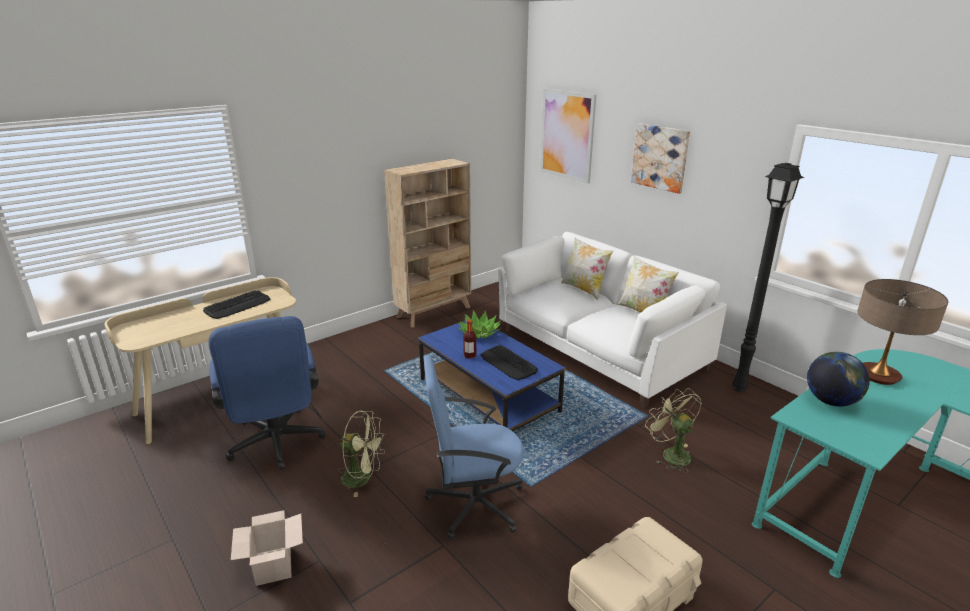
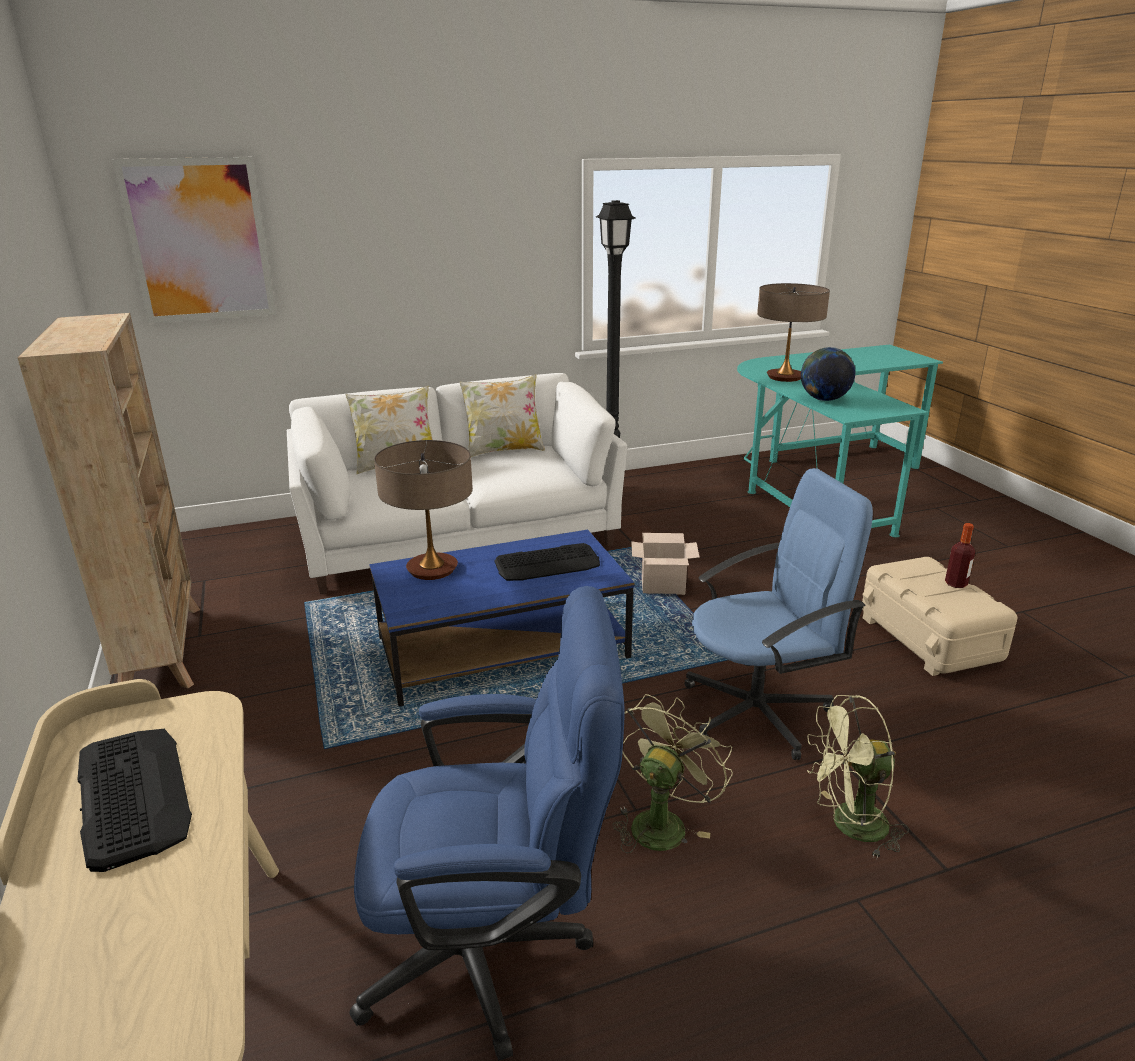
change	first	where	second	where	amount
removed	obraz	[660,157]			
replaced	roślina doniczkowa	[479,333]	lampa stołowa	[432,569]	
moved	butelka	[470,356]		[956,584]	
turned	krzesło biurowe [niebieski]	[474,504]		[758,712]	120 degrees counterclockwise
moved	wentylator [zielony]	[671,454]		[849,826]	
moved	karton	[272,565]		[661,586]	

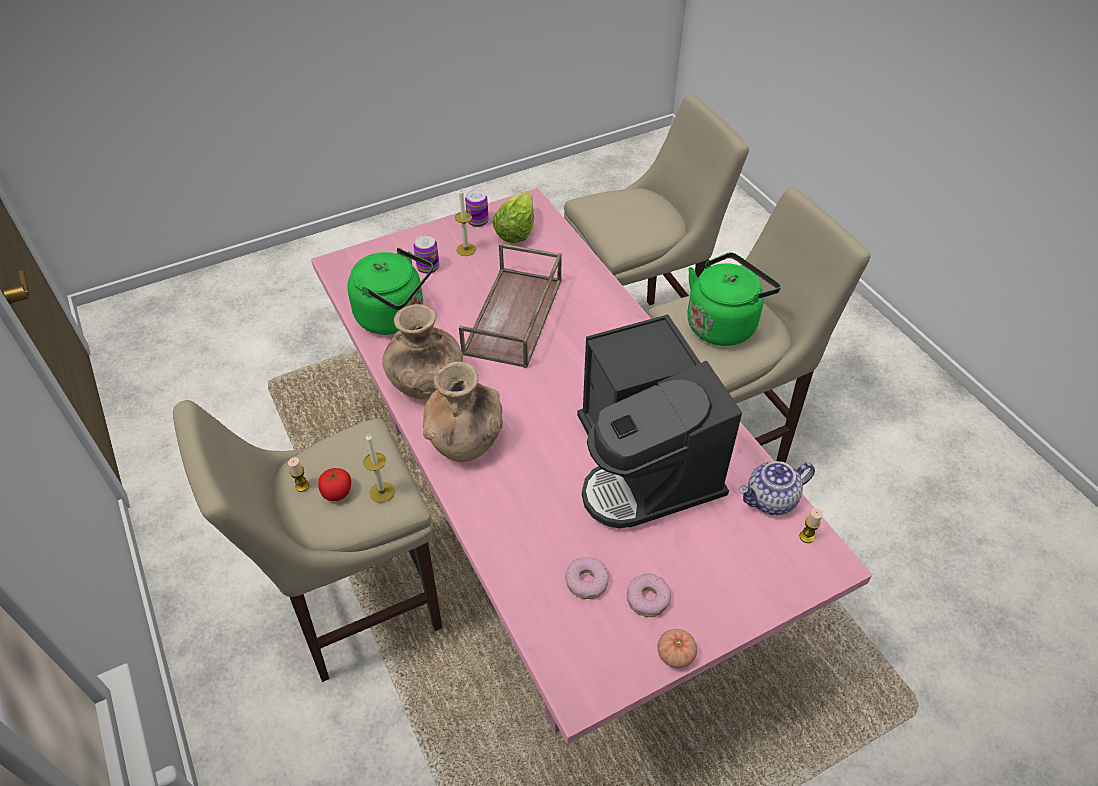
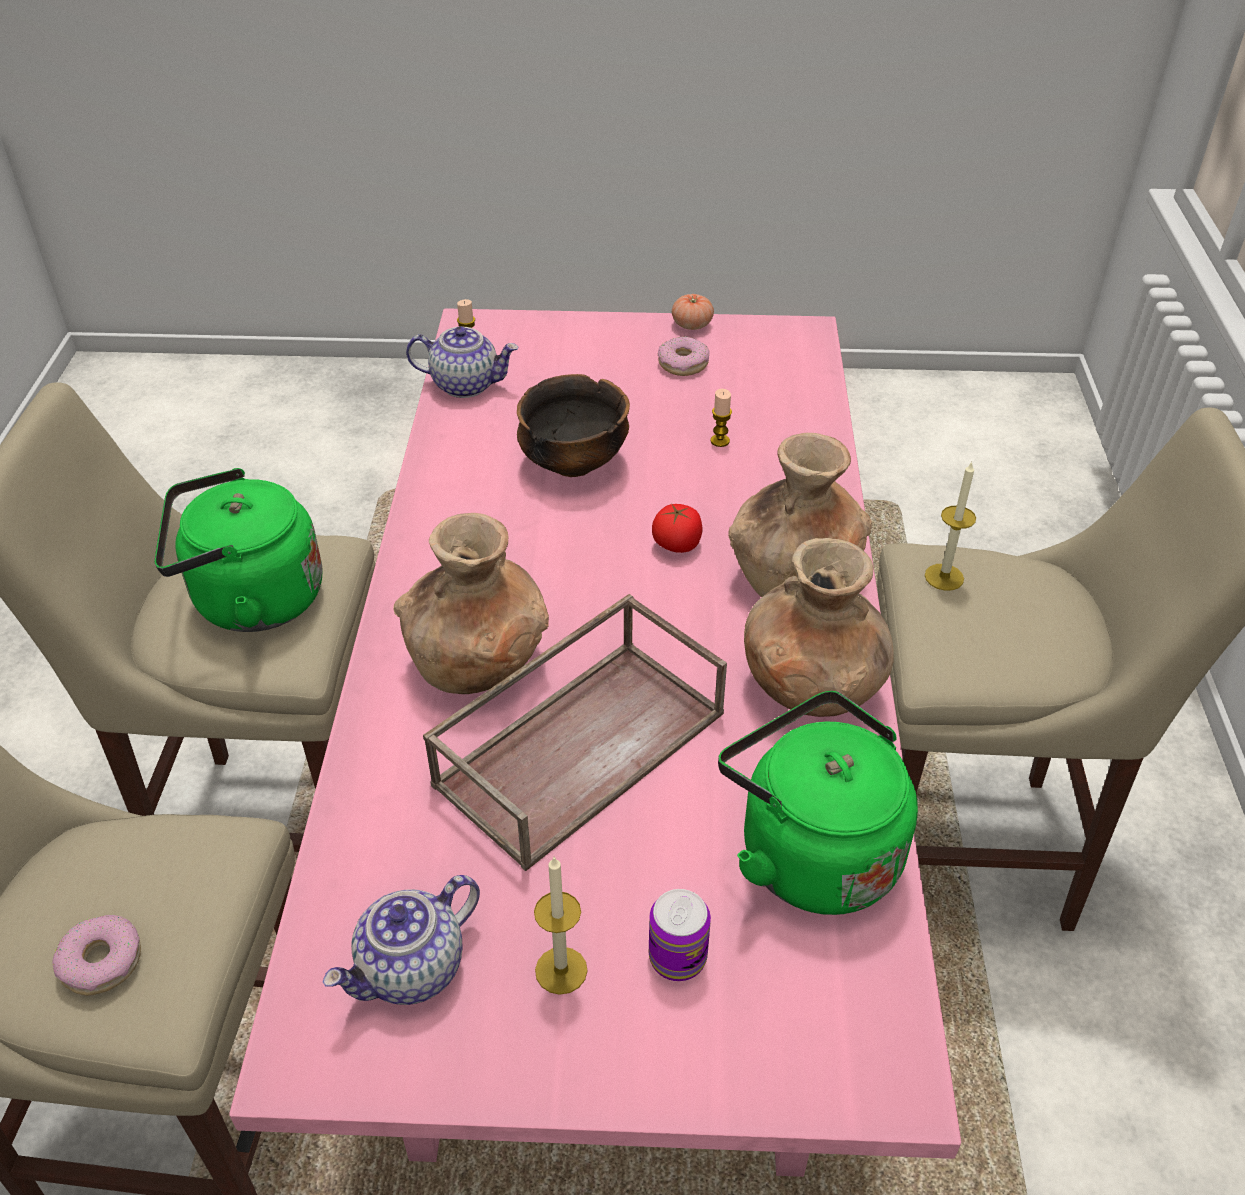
change	first	where	second	where	amount
removed	puszka	[477,221]			
replaced	sałata	[515,232]	imbryk	[412,970]	
replaced	ekspres do kawy	[644,465]	miska	[573,463]	
moved	świeca	[302,486]		[720,441]	
moved	pomidor	[337,492]		[677,544]	
moved	donut	[587,581]		[101,961]	
added			wazon [brązowy]	[479,662]	

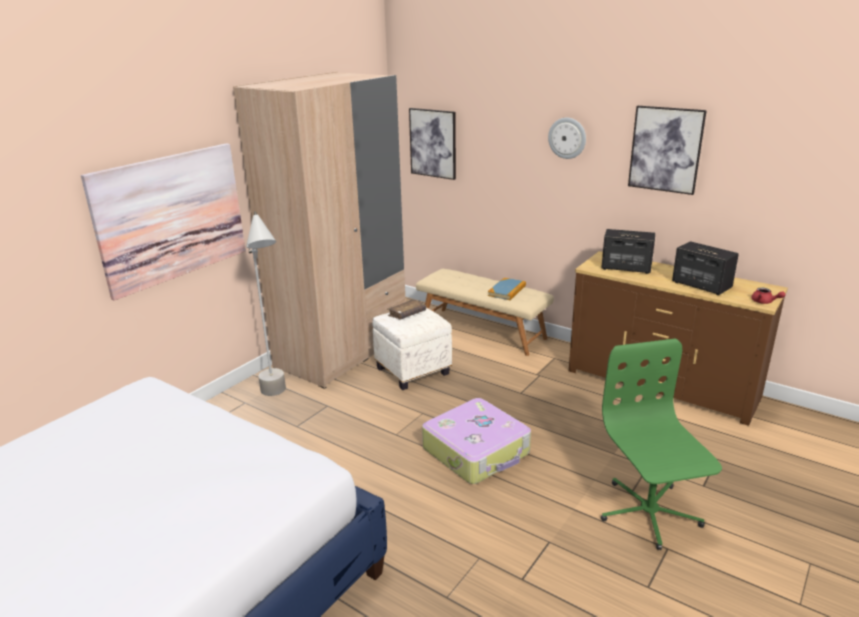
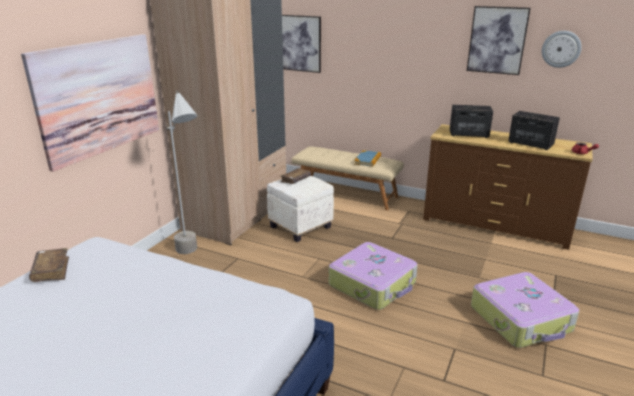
change	first	where	second	where	amount
moved	zegar ścienny	[567,138]		[561,49]	
replaced	krzesło biurowe [zielony]	[648,513]	walizka	[521,319]	
added			książka [brązowy]	[51,270]	

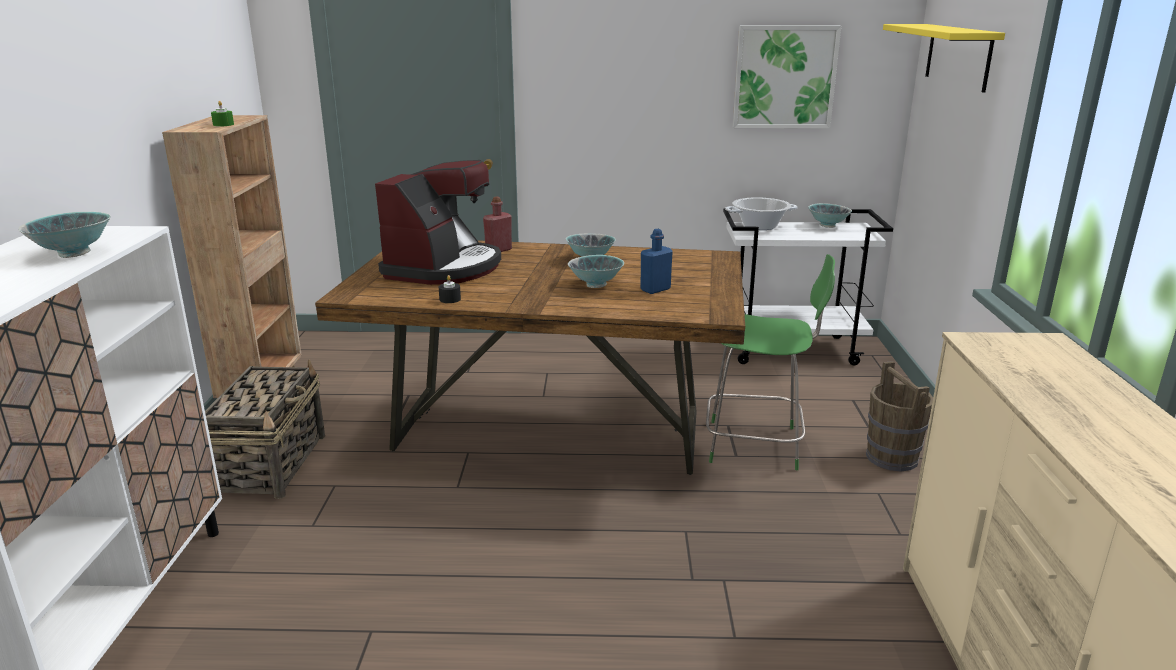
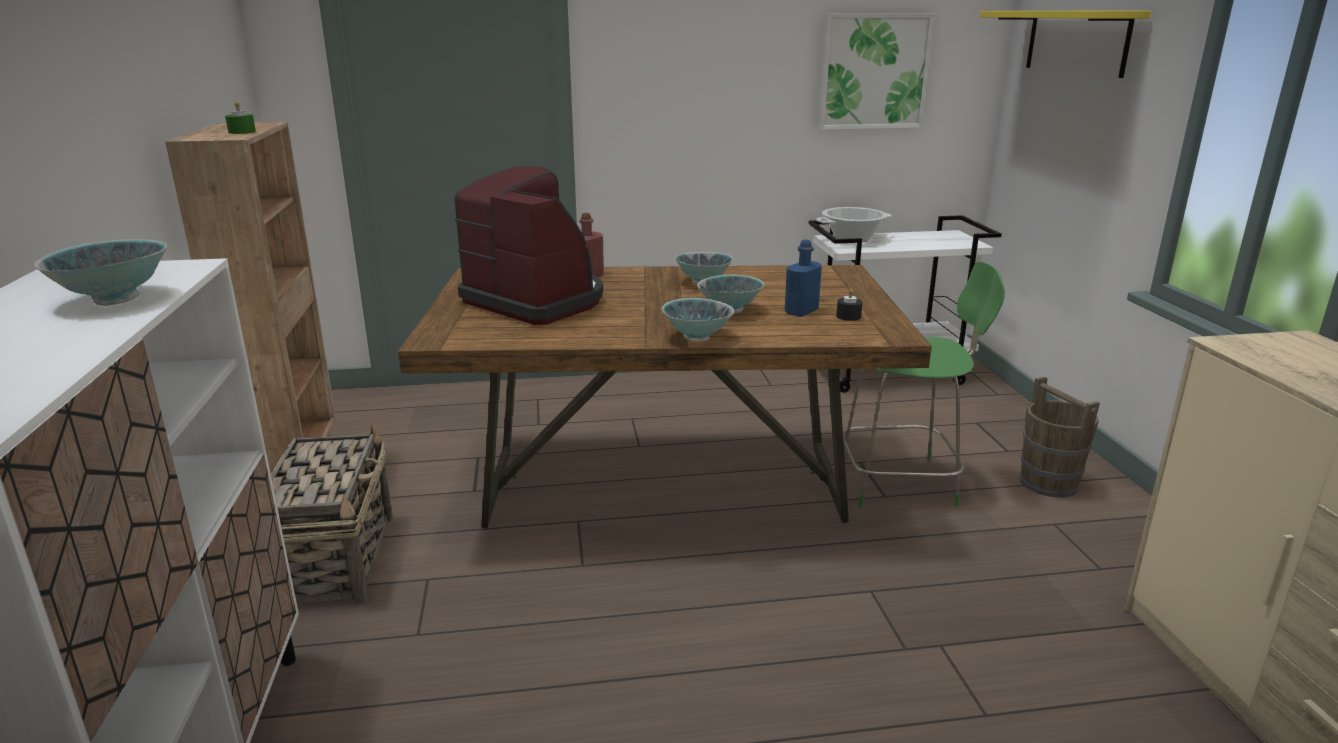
change	first	where	second	where	amount
turned	ekspres do kawy	[444,268]		[536,301]	60 degrees counterclockwise
moved	miska	[827,226]		[696,338]	
moved	świeca [czarny]	[450,299]		[848,316]	

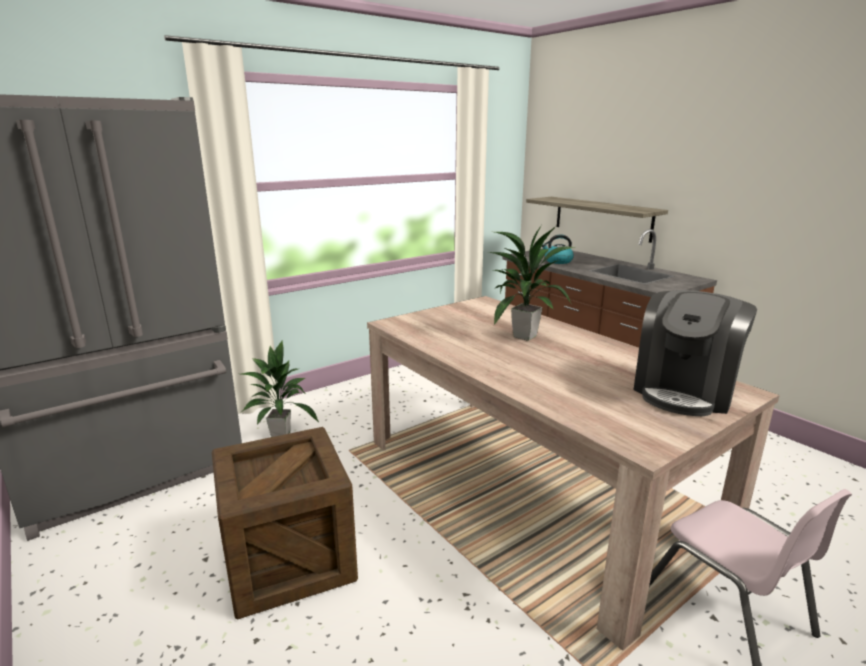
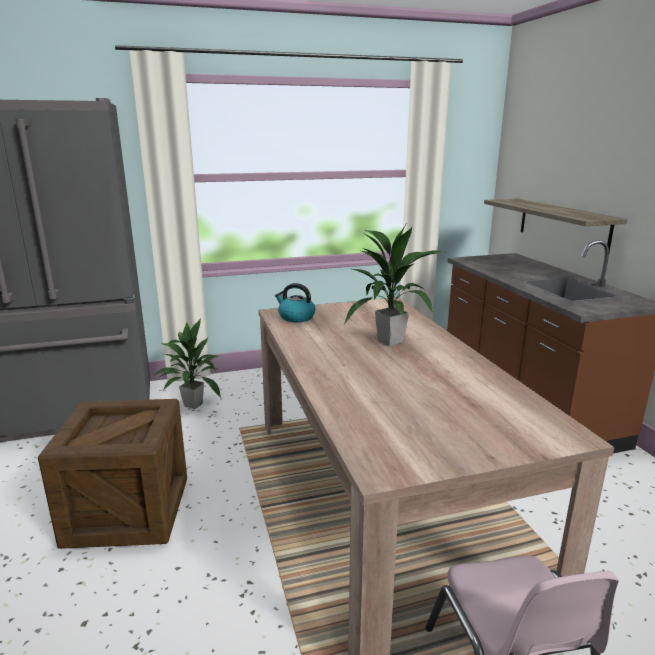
change	first	where	second	where	amount
moved	czajnik	[557,261]		[296,317]	
removed	ekspres do kawy	[684,391]			

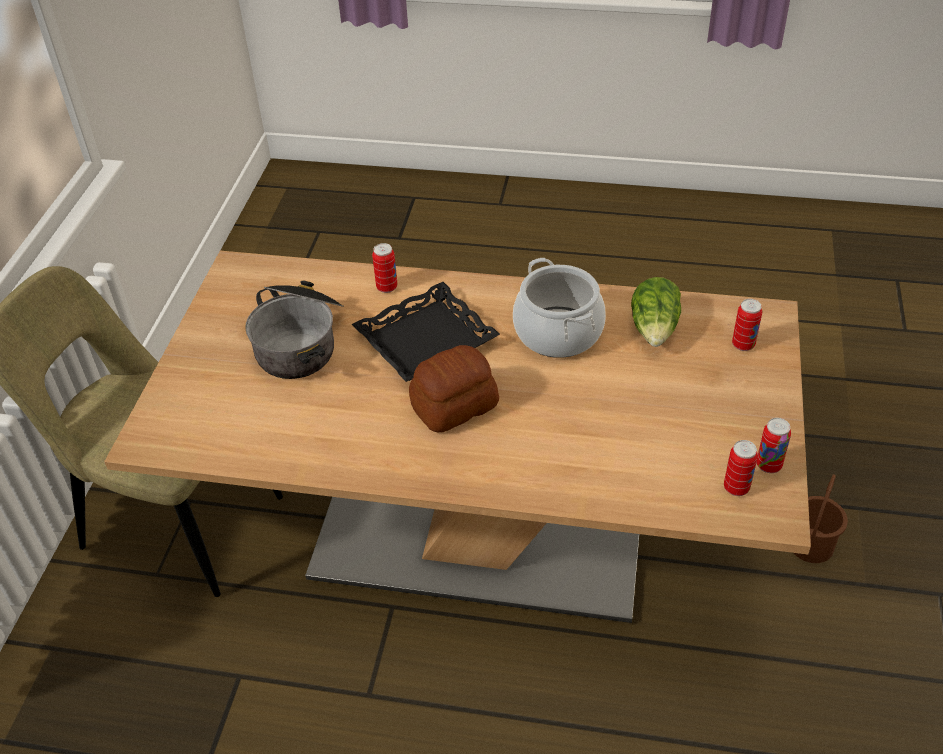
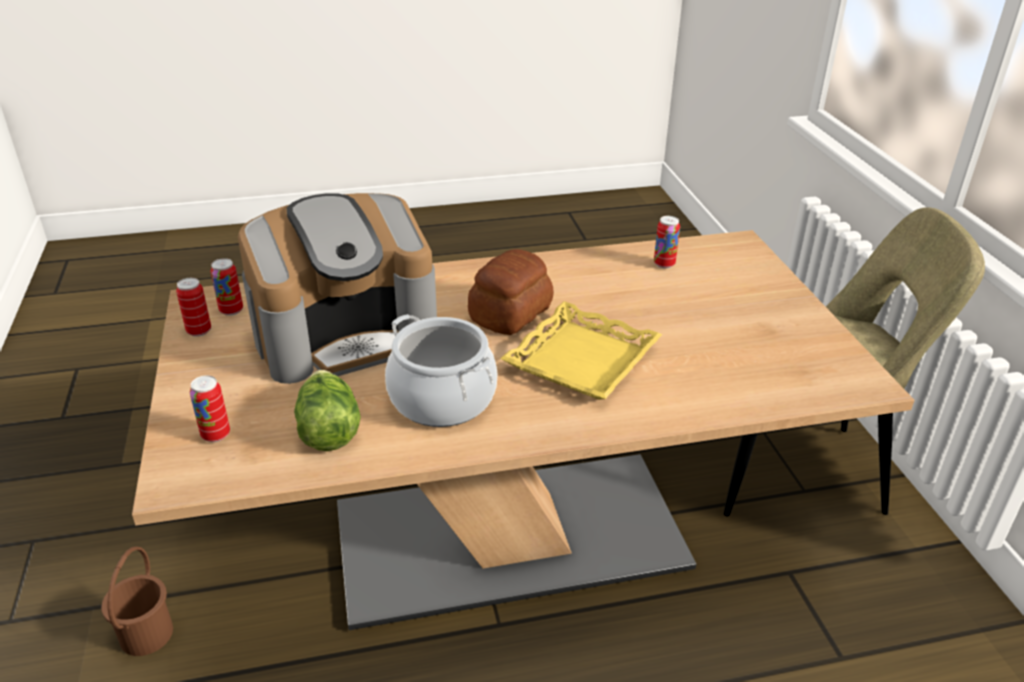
change	first	where	second	where	amount
moved	puszka	[387,287]		[664,264]	
removed	garnek	[300,342]			
recoloured	taca [czarny]	[425,339]	taca [żółty]	[583,360]	
added			ekspres do kawy	[345,333]	

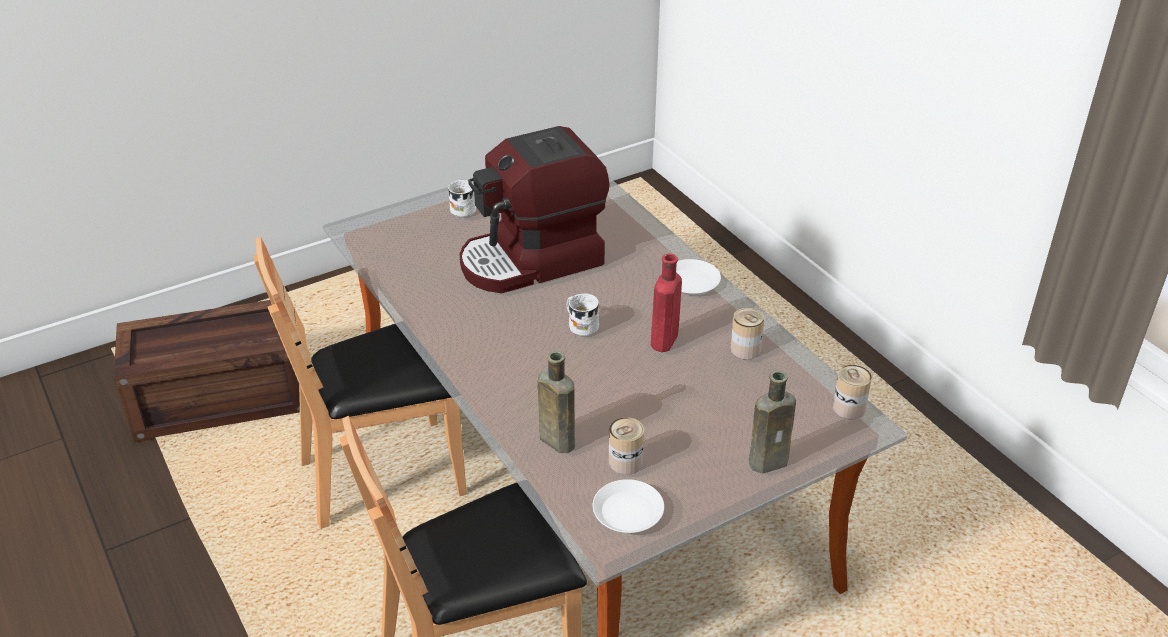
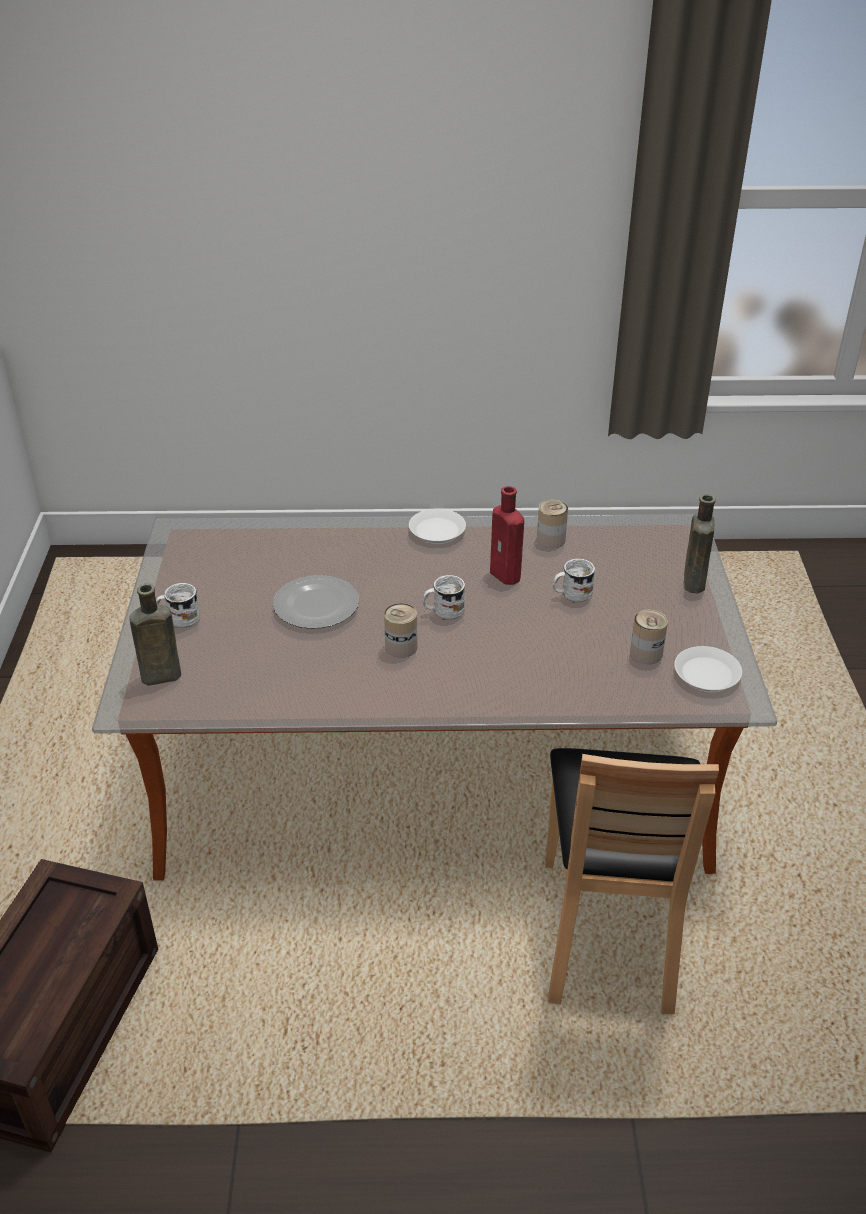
change	first	where	second	where	amount
replaced	ekspres do kawy	[532,261]	talerz	[317,604]	
removed	krzesło [brązowy]	[384,475]			
moved	butelka [brązowy]	[555,439]		[158,677]	
moved	puszka	[849,408]		[401,647]	
added			kubek [biały]	[571,595]	

